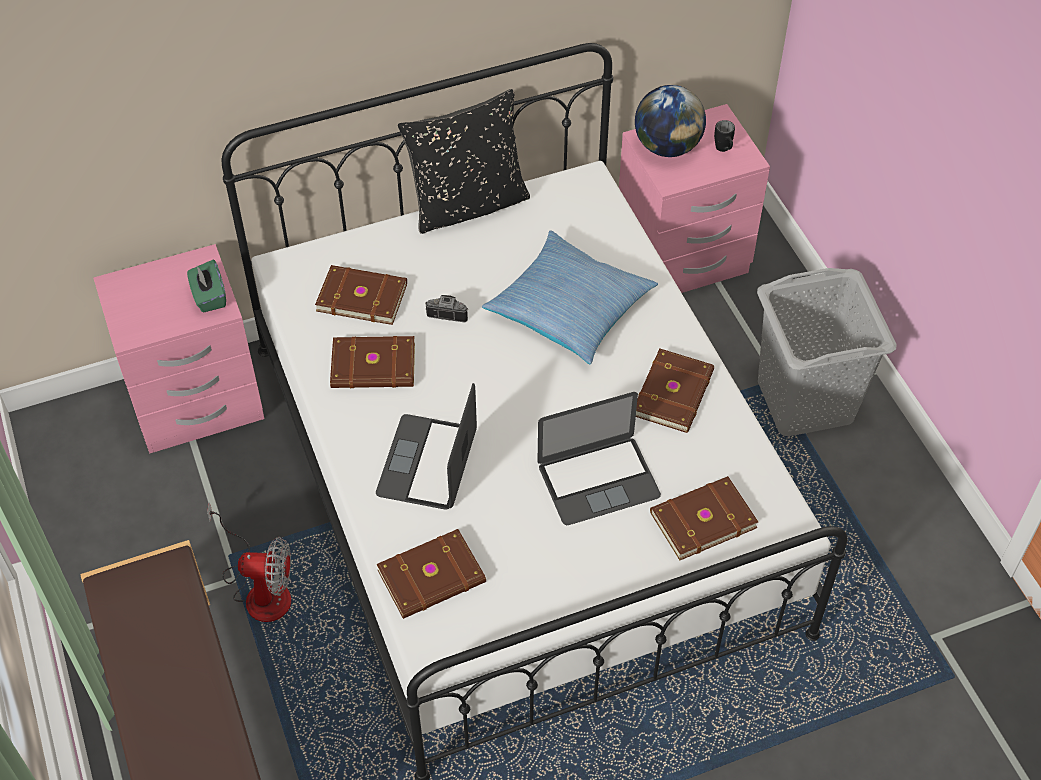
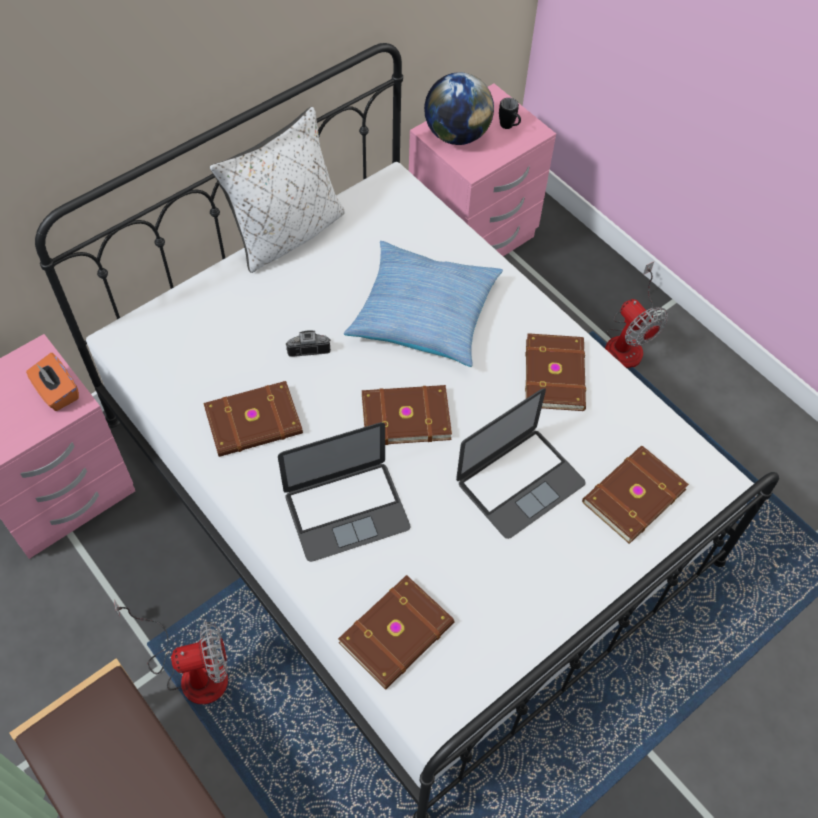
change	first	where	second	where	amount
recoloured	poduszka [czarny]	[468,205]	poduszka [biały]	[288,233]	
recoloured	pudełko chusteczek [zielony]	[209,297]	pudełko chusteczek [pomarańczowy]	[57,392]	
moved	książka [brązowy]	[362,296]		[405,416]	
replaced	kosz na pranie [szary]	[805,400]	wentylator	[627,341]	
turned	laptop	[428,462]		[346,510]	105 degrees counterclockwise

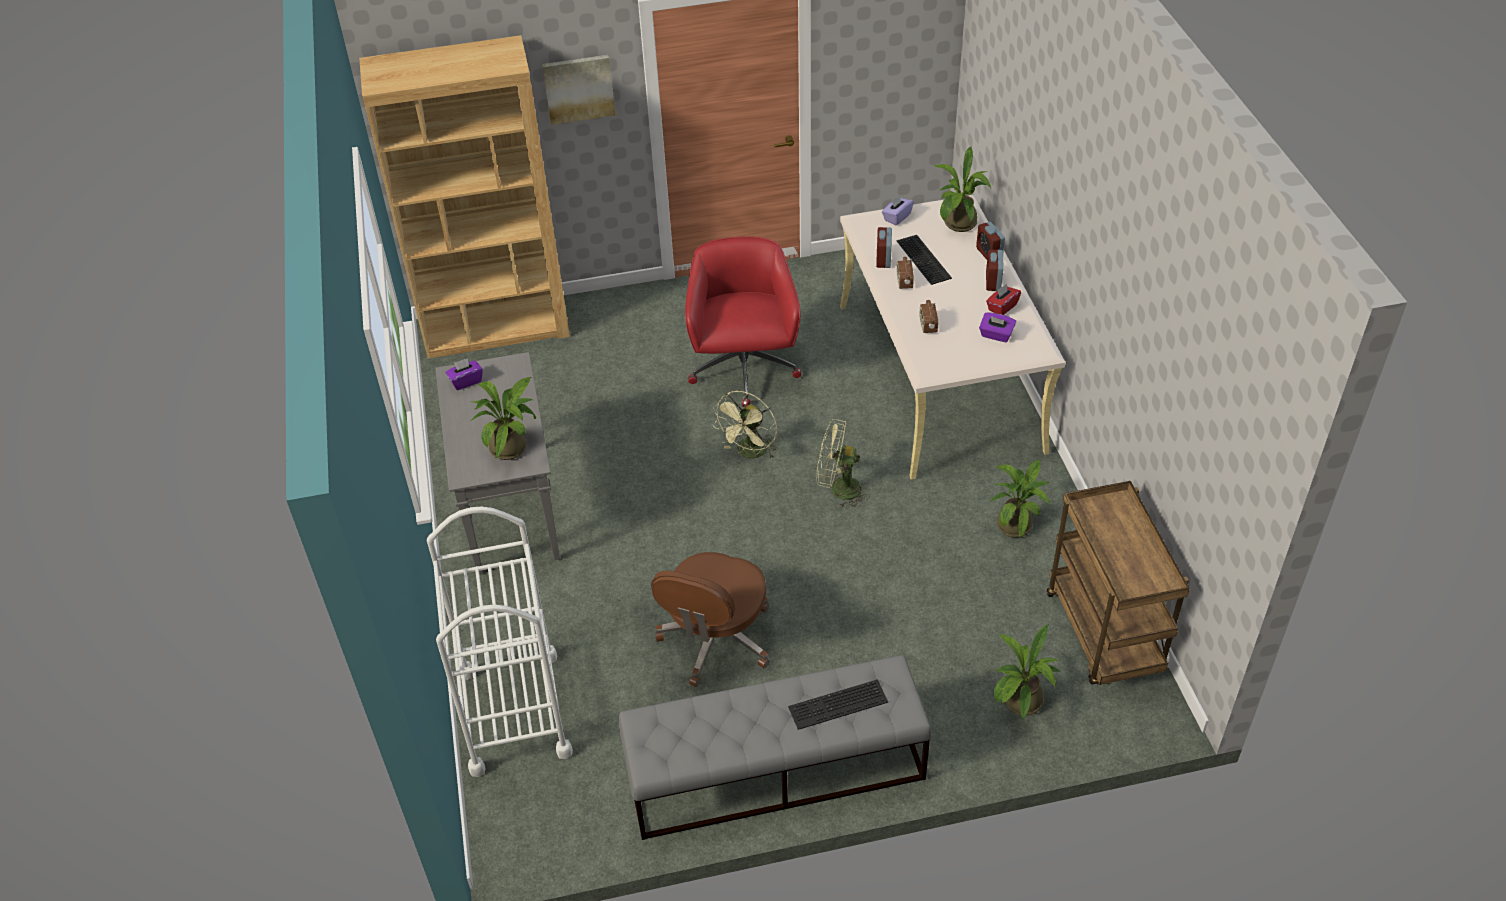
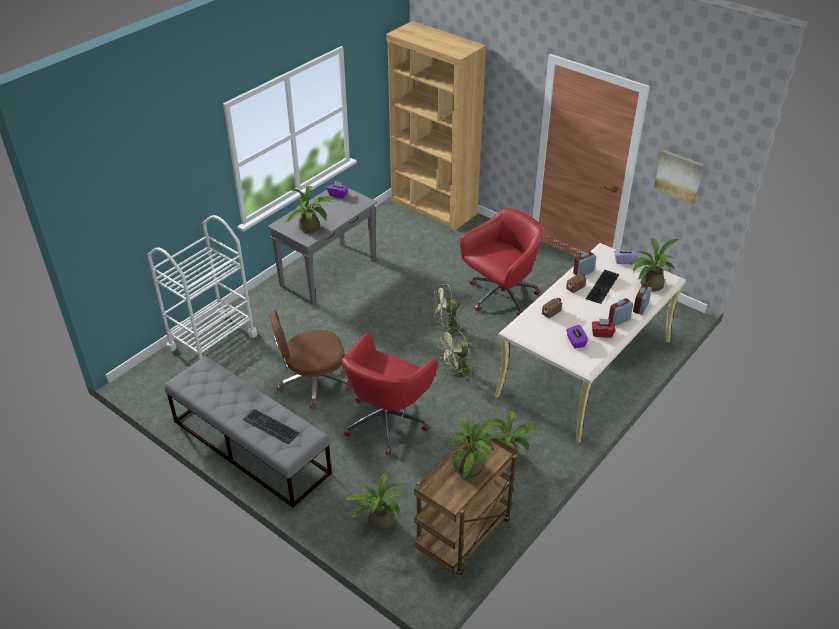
change	first	where	second	where	amount
moved	obraz	[578,88]		[678,175]	
turned	wentylator [zielony]	[838,489]		[457,372]	90 degrees counterclockwise
added			krzesło biurowe [czerwony]	[387,421]	
added			roślina doniczkowa	[471,467]	

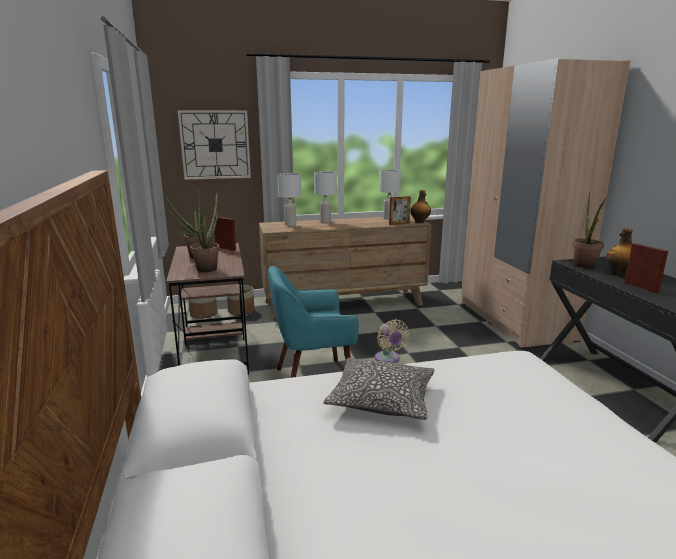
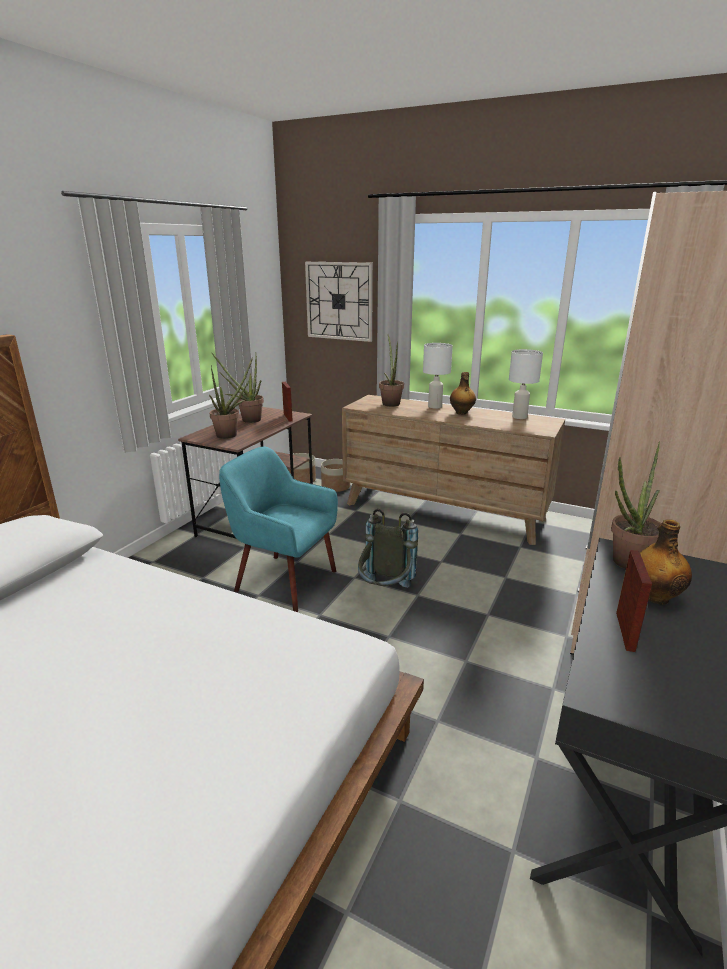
change	first	where	second	where	amount
replaced	lampa stołowa [biały]	[290,224]	roślina doniczkowa	[390,403]	
moved	butelka	[420,222]		[461,413]	
removed	ramka na zdjęcie	[399,223]			
replaced	wentylator [beżowy]	[388,359]	plecak [szary]	[385,592]	
removed	poduszka	[382,399]			

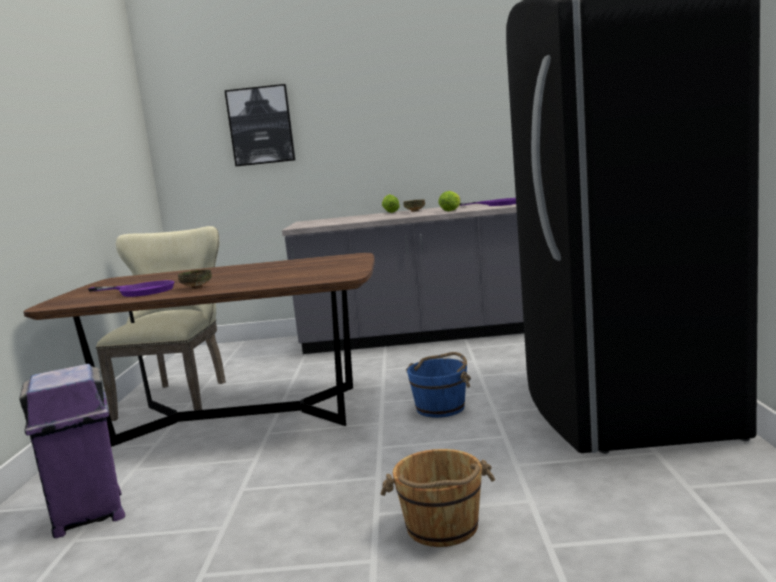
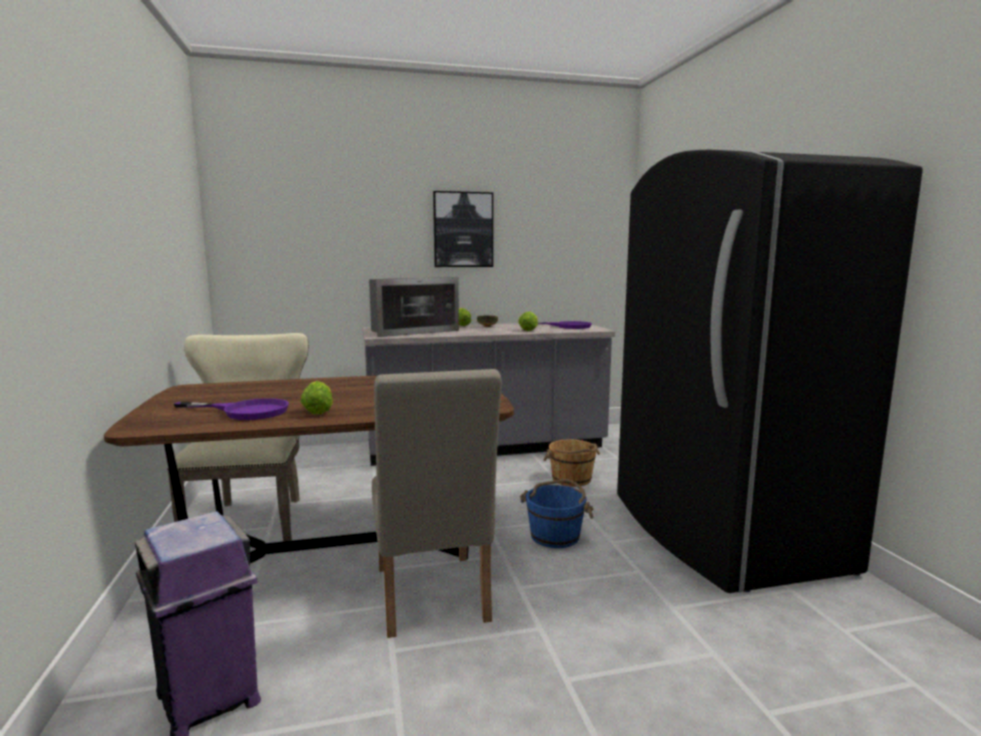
change	first	where	second	where	amount
moved	obraz	[261,126]		[463,230]	
replaced	miska	[196,287]	sałata	[318,411]	
moved	wiadro [brązowy]	[442,527]		[572,479]	
added			mikrofalówka	[411,331]	
added			krzesło [beżowy]	[431,600]	

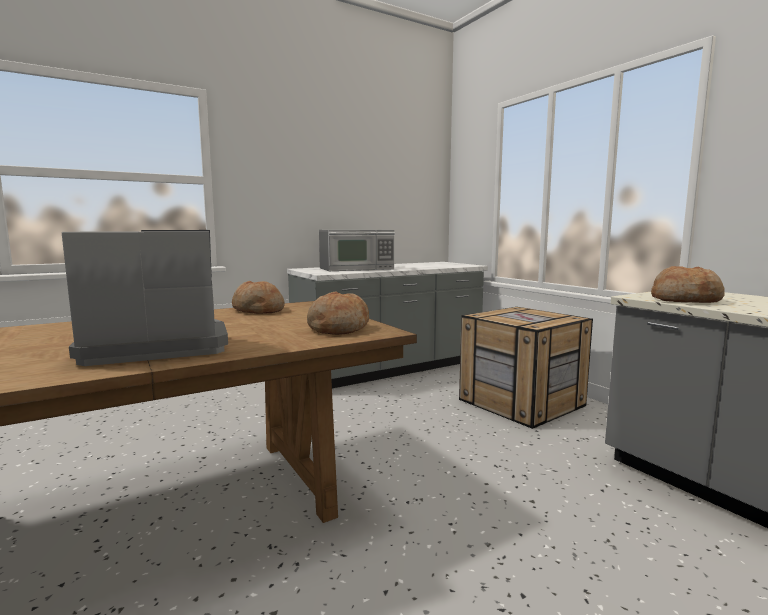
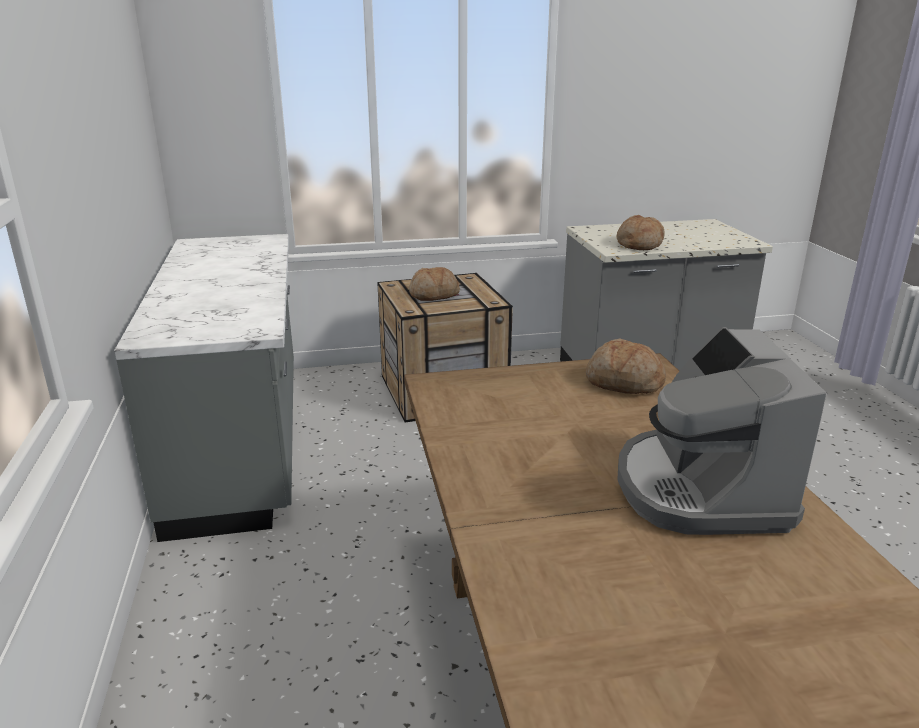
change	first	where	second	where	amount
removed	mikrofalówka	[357,268]			
moved	chleb	[258,310]		[434,295]	

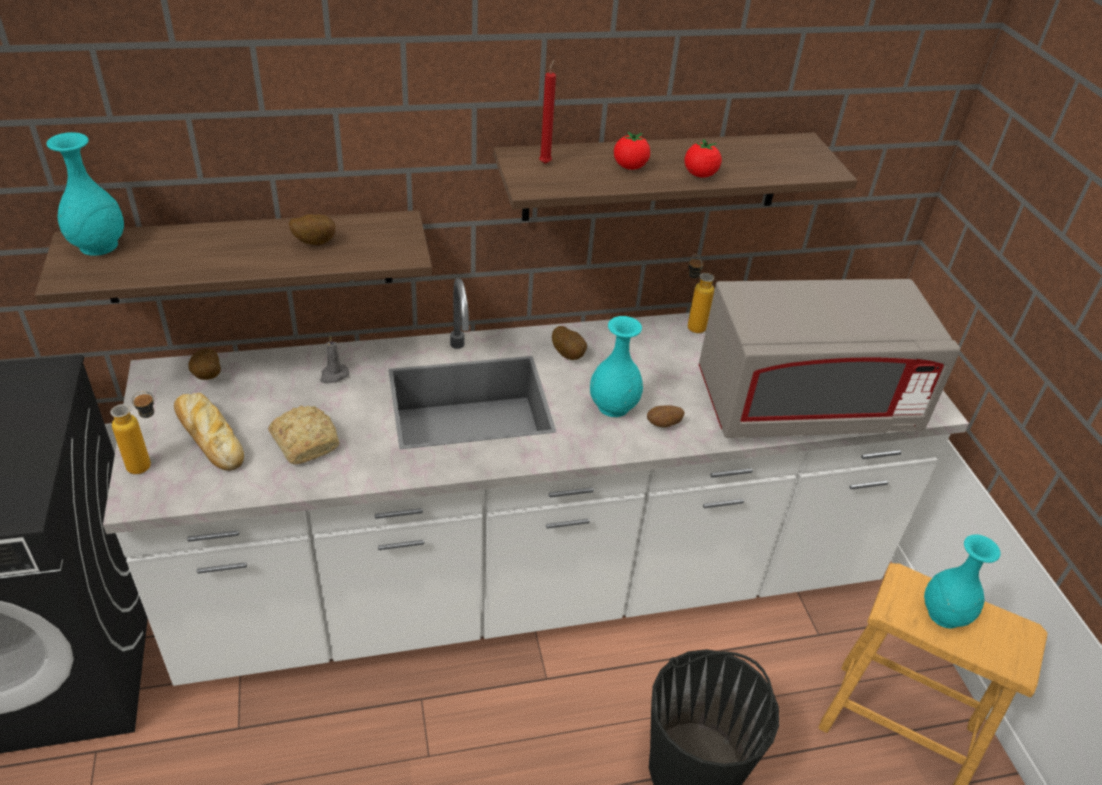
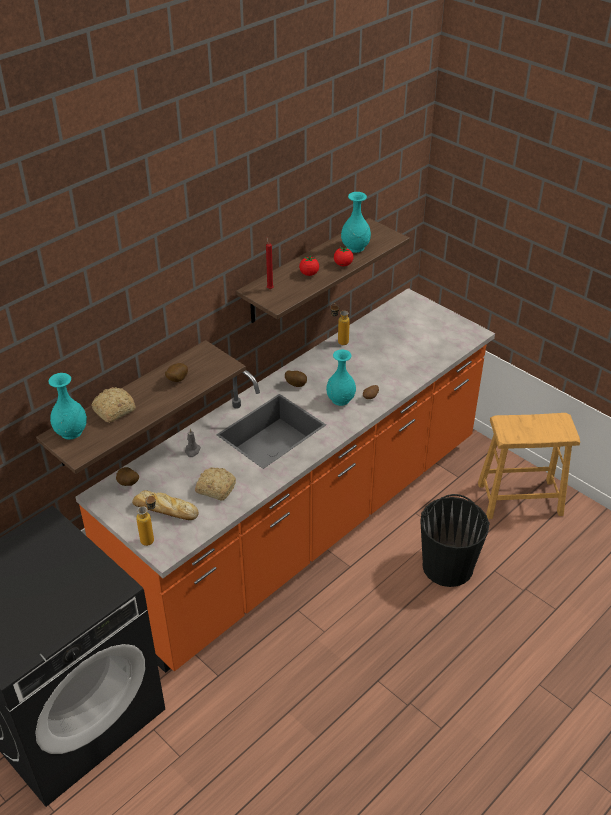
change	first	where	second	where	amount
recoloured	zabudowa kuchenna [biały]	[535,581]	zabudowa kuchenna [pomarańczowy]	[305,525]	
removed	mikrofalówka [szary]	[805,405]			
moved	wazon [turkusowy]	[943,614]		[355,248]	
added			chleb	[113,411]	

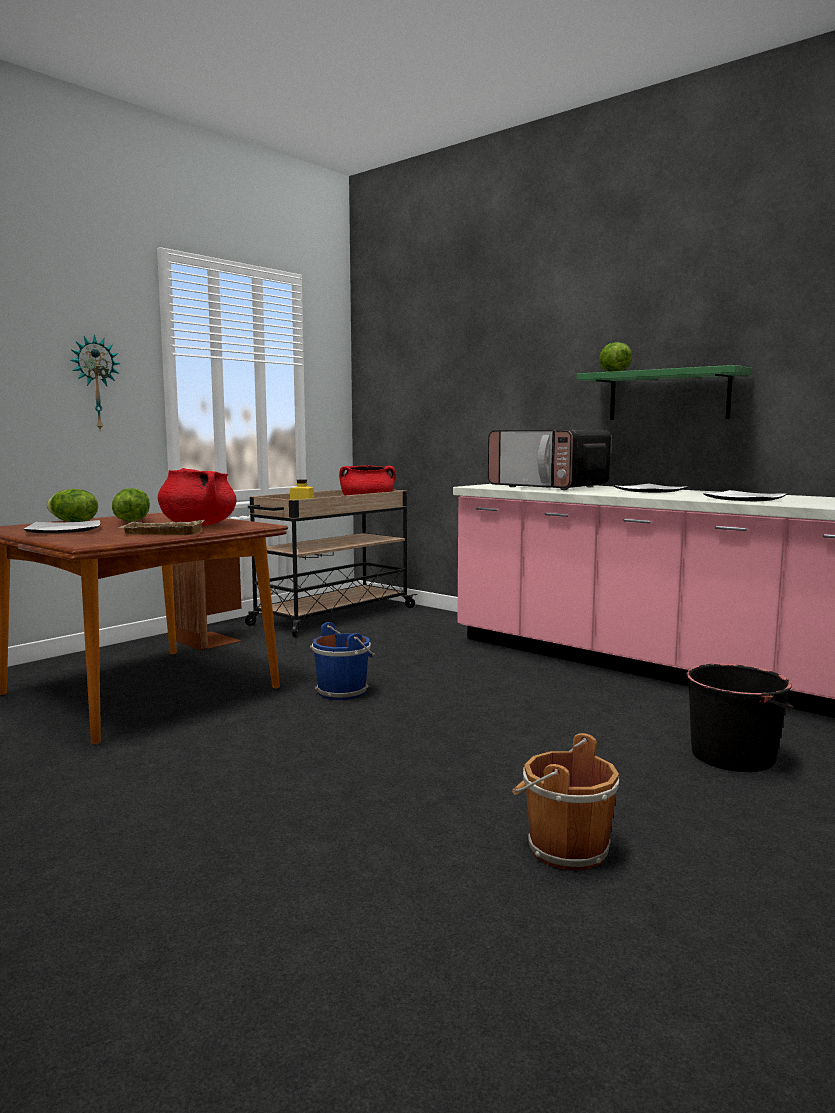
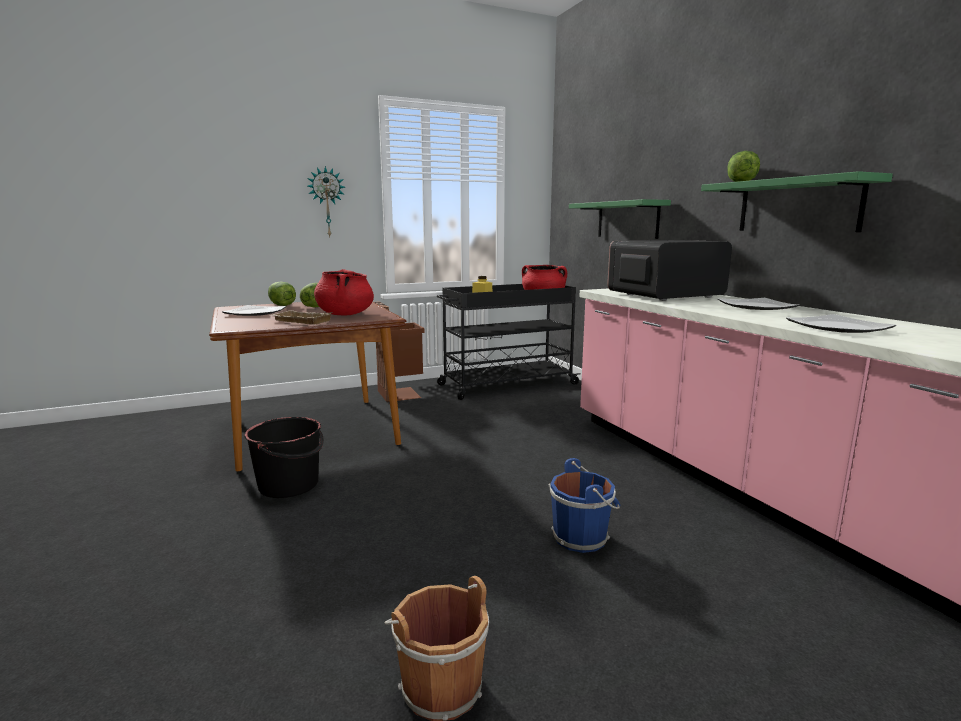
change	first	where	second	where	amount
turned	mikrofalówka	[549,487]		[664,295]	90 degrees clockwise
recoloured	wózek [beżowy]	[332,616]	wózek [czarny]	[506,384]	
moved	wiadro [niebieski]	[344,691]		[582,537]	
moved	wiadro [czarny]	[734,756]		[290,485]	
added			półka [zielony]	[627,220]	

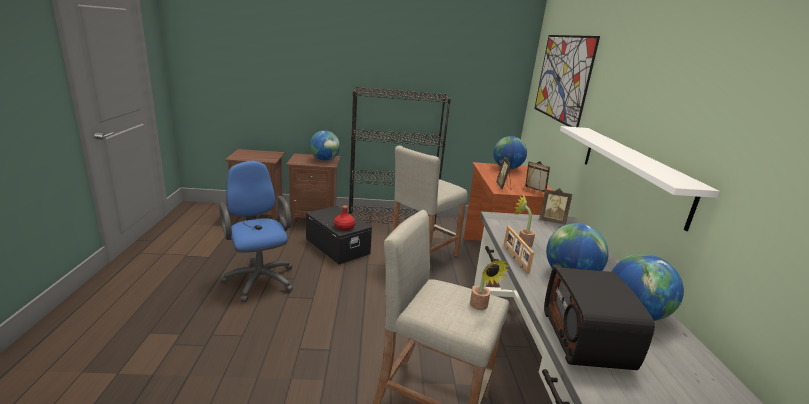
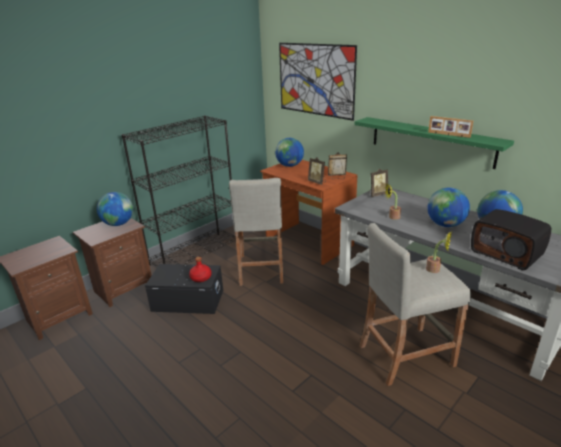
change	first	where	second	where	amount
recoloured	półka [biały]	[632,171]	półka [zielony]	[430,141]	
removed	krzesło biurowe [niebieski]	[259,278]			
moved	ramka na zdjęcie	[514,258]		[448,135]	

